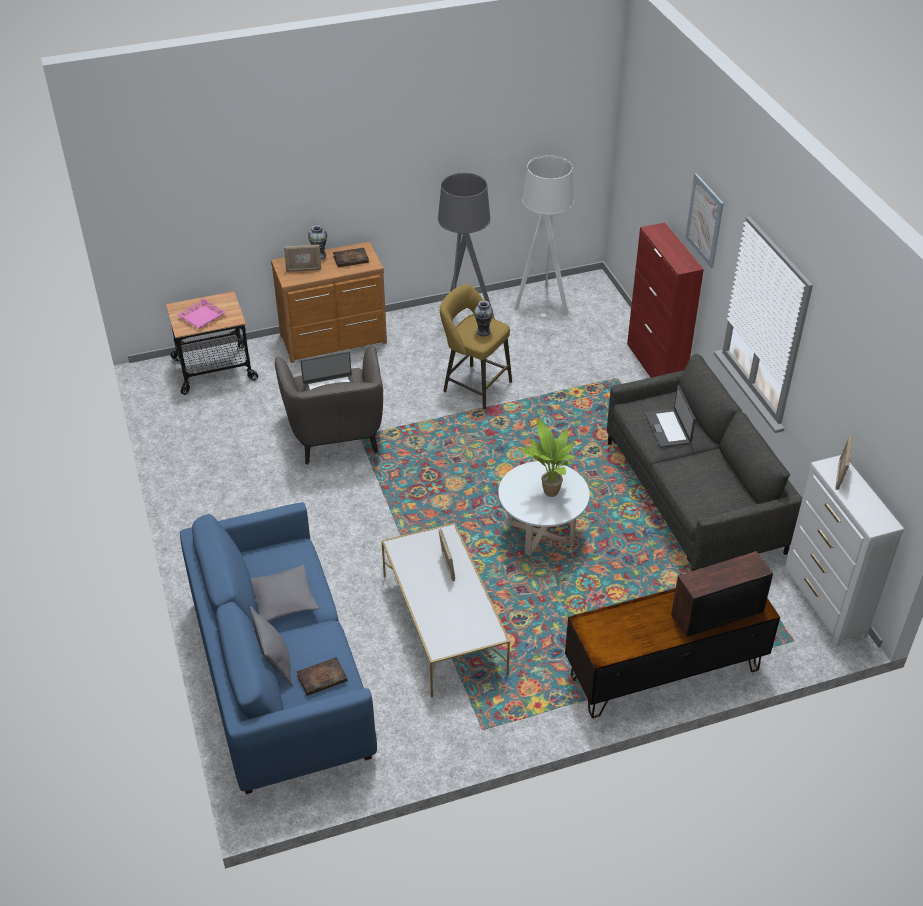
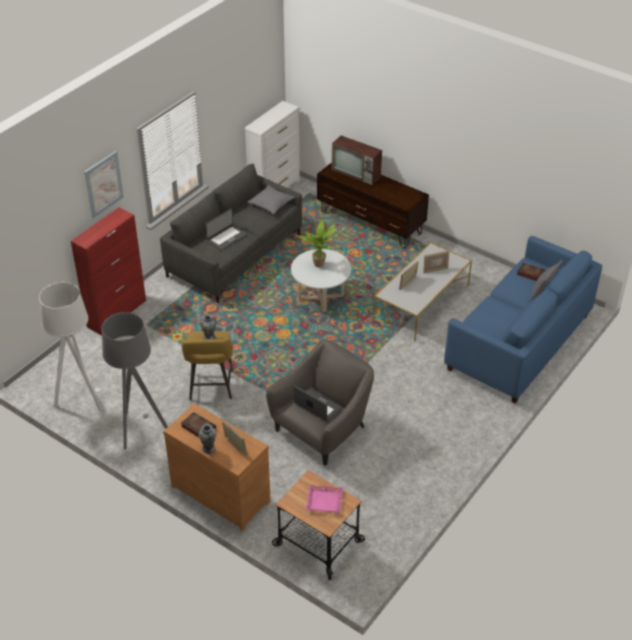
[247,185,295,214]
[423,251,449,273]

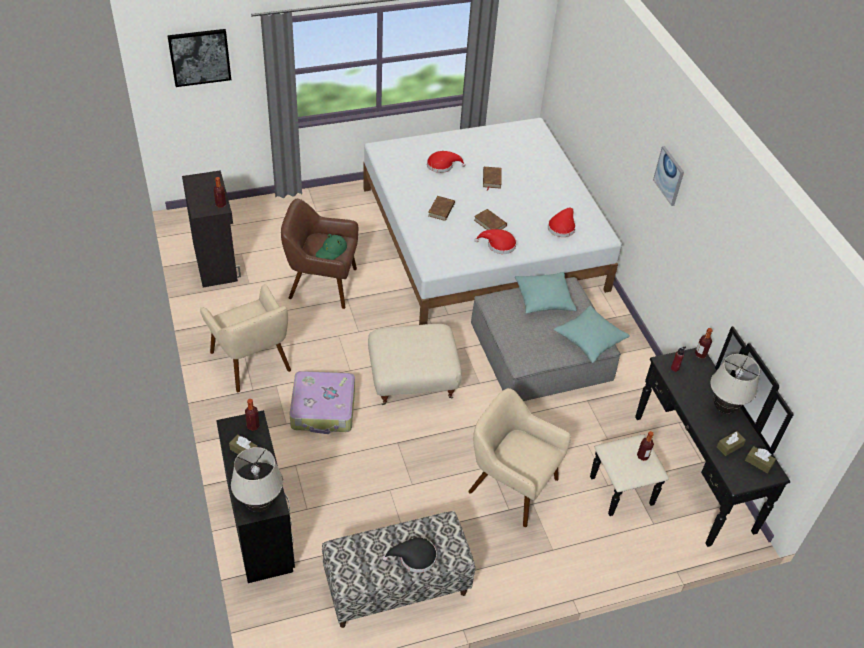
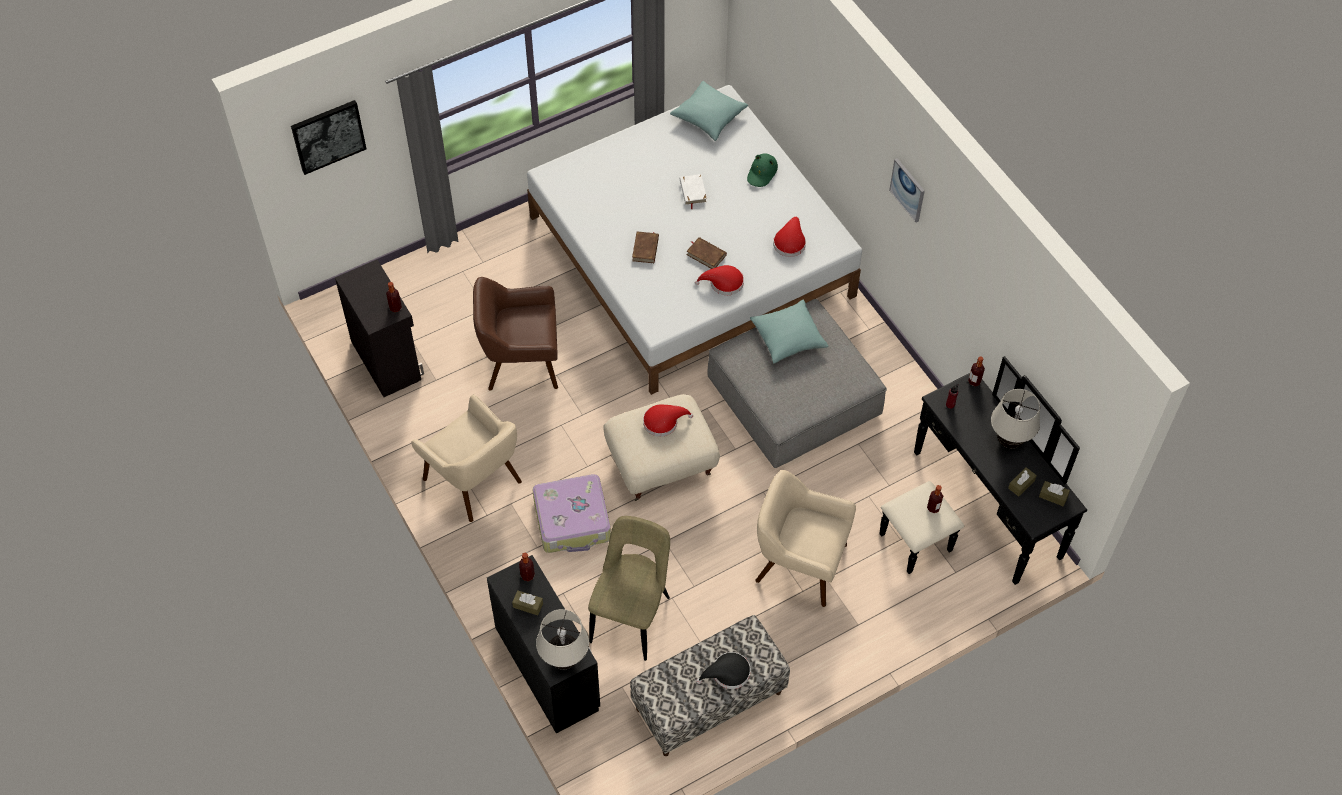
[588,516,670,661]
[643,405,693,437]
[670,81,748,141]
[680,174,707,209]
[747,153,778,187]

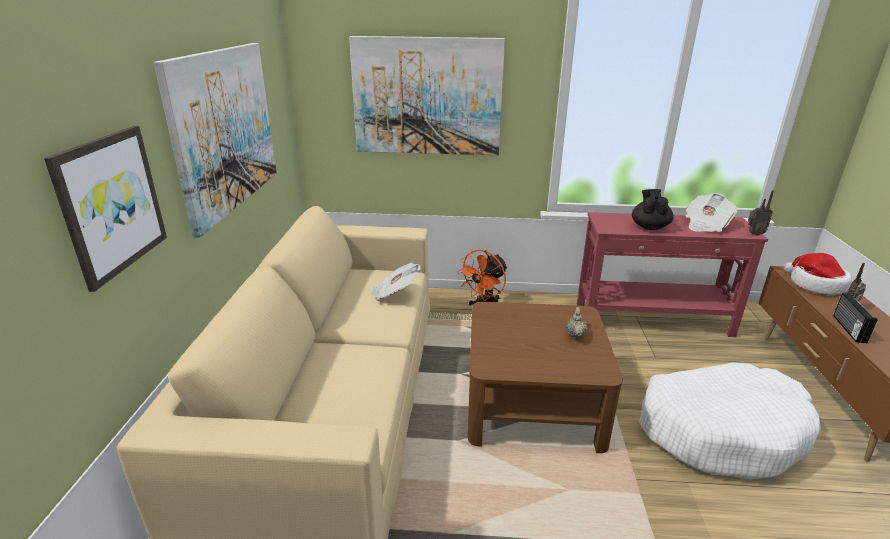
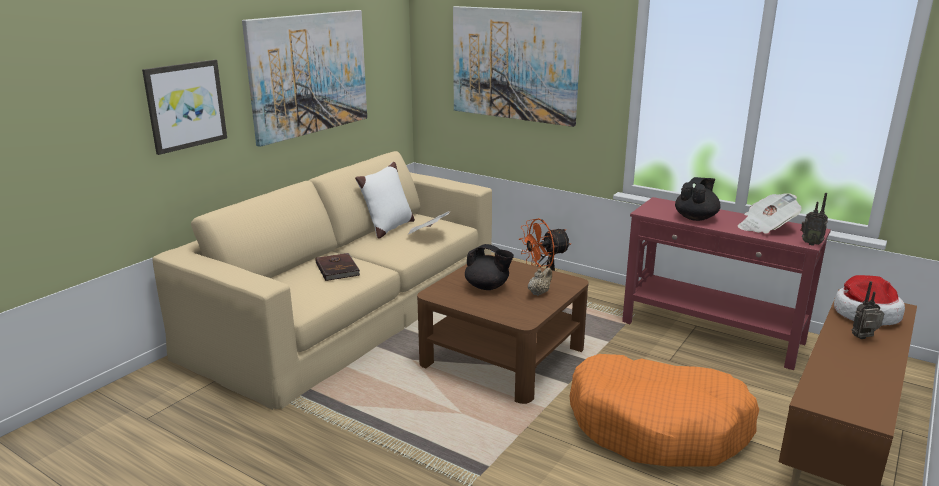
[315,253,360,281]
[355,162,415,239]
[465,244,514,290]
[570,354,759,467]
[833,293,878,343] (first image)

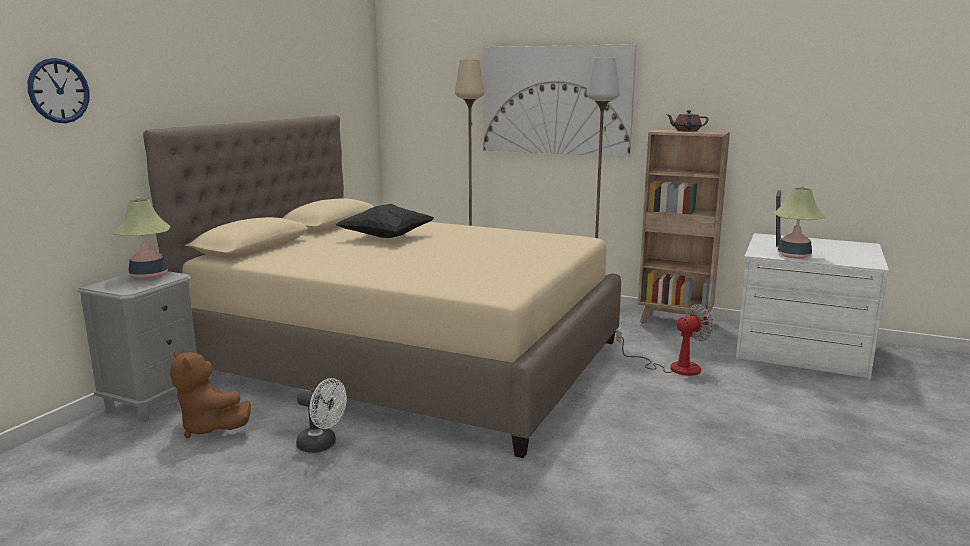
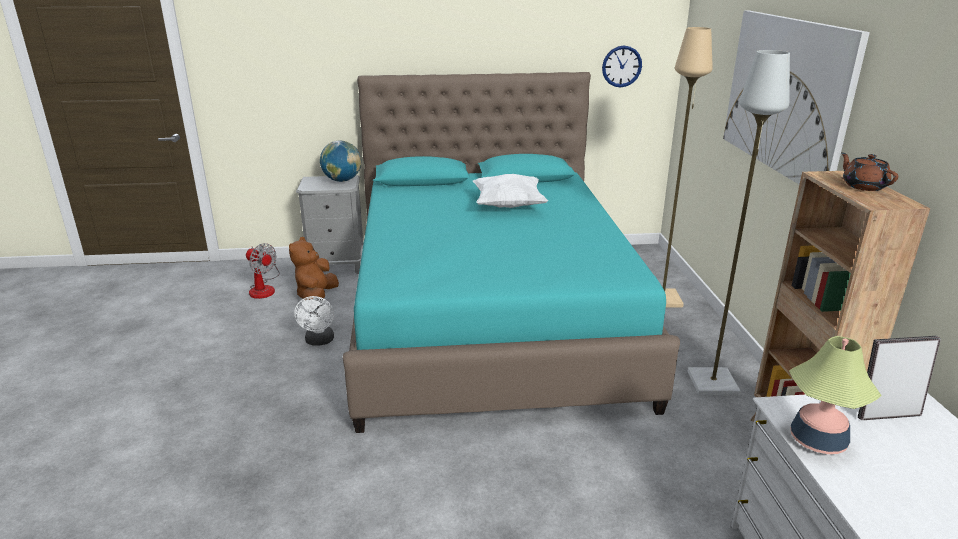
[246,243,280,299]
[320,141,361,182]
[343,72,680,433]
[473,174,548,208]
[602,46,642,88]

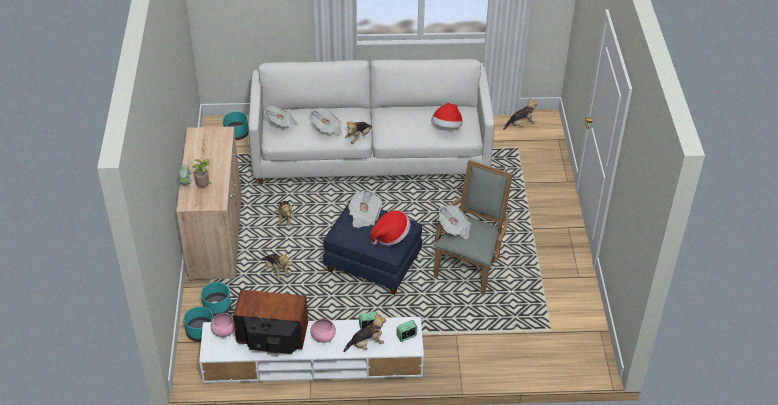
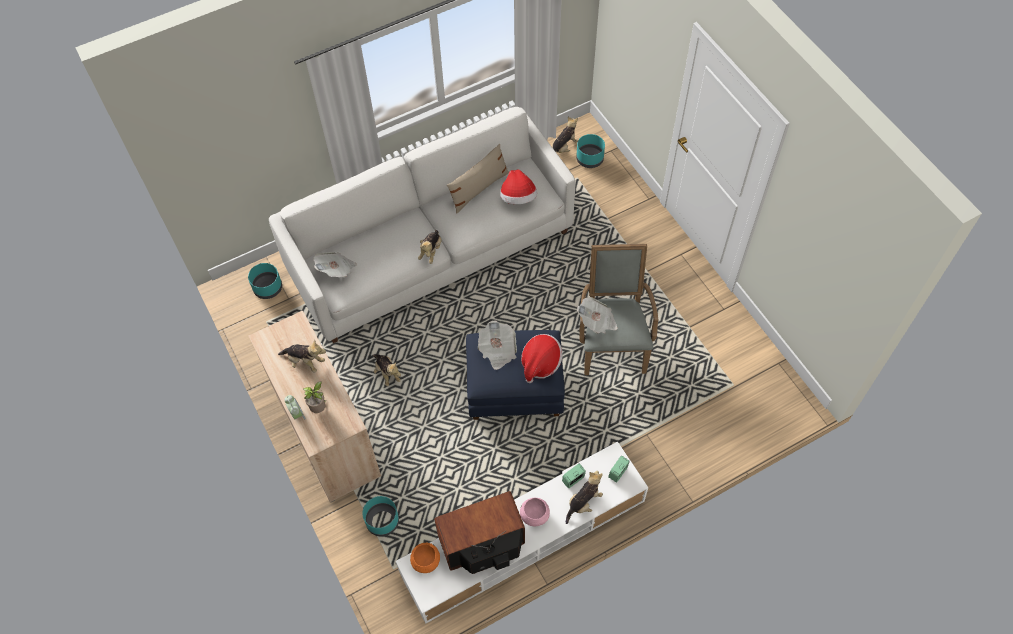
[278,340,326,373]
[410,543,440,573]
[447,144,509,213]
[576,134,605,168]
[311,108,342,136] (first image)

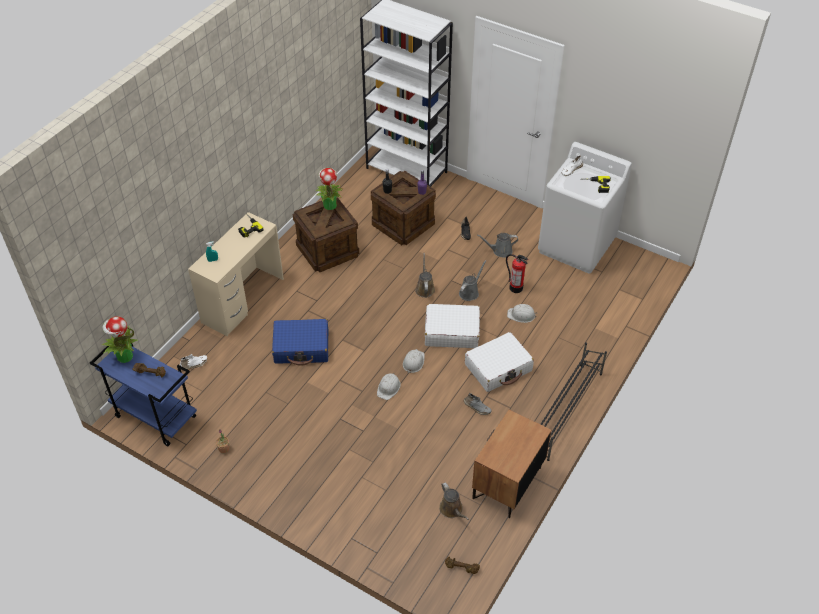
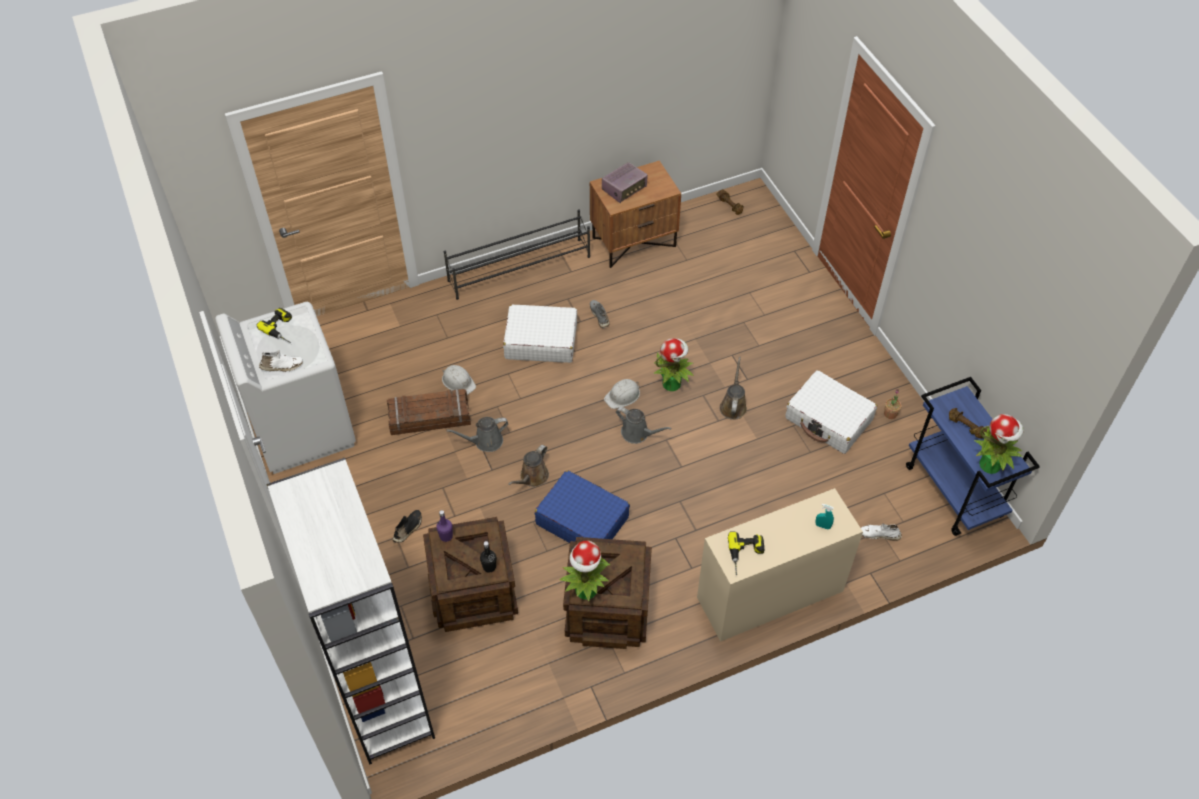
[387,389,471,435]
[535,470,630,543]
[602,162,648,203]
[616,407,672,444]
[653,338,694,391]
[719,357,747,420]
[785,370,877,454]

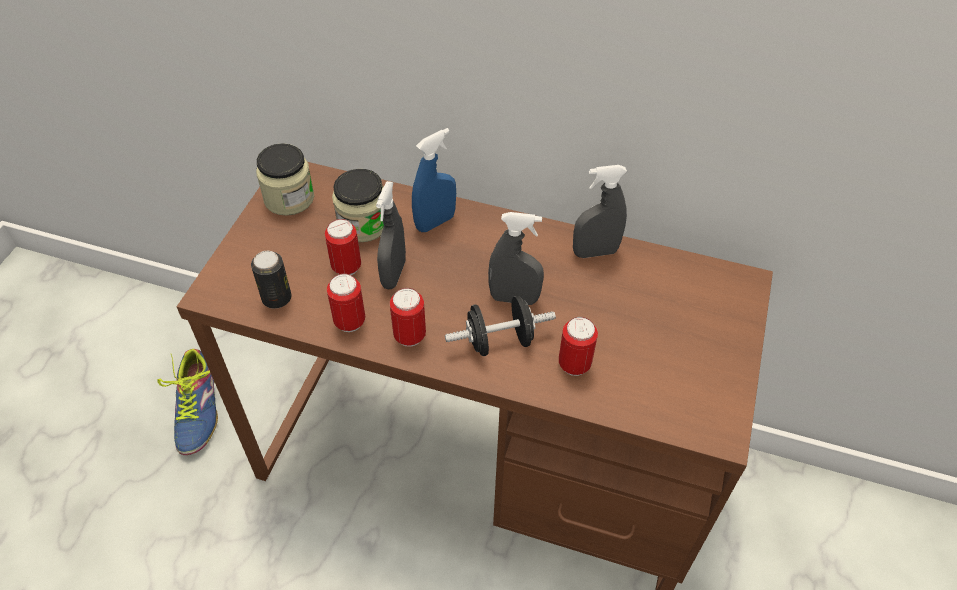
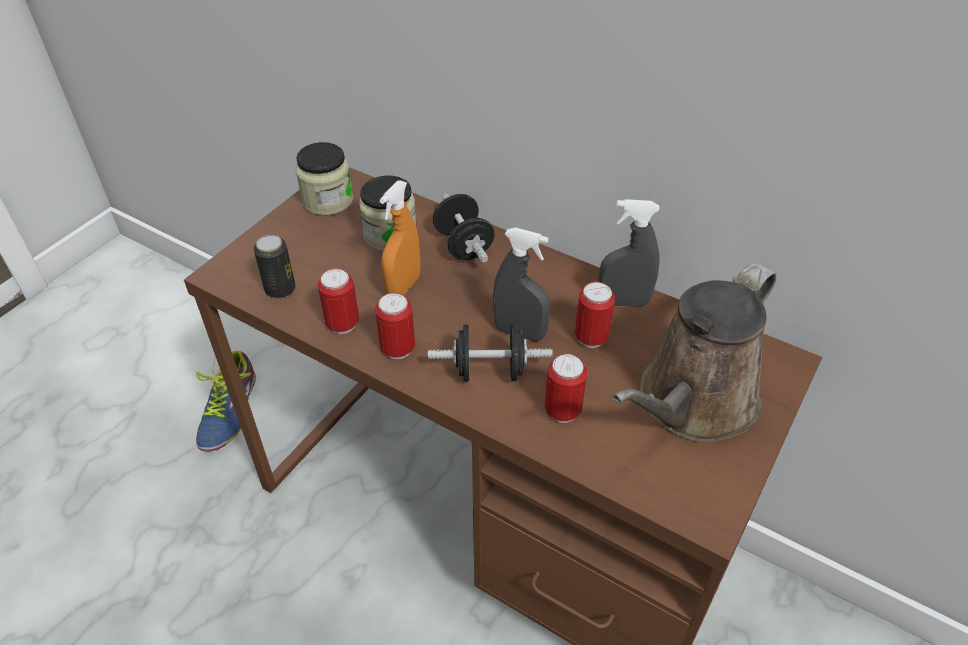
[380,181,421,295]
[433,194,495,262]
[575,282,615,348]
[612,263,777,443]

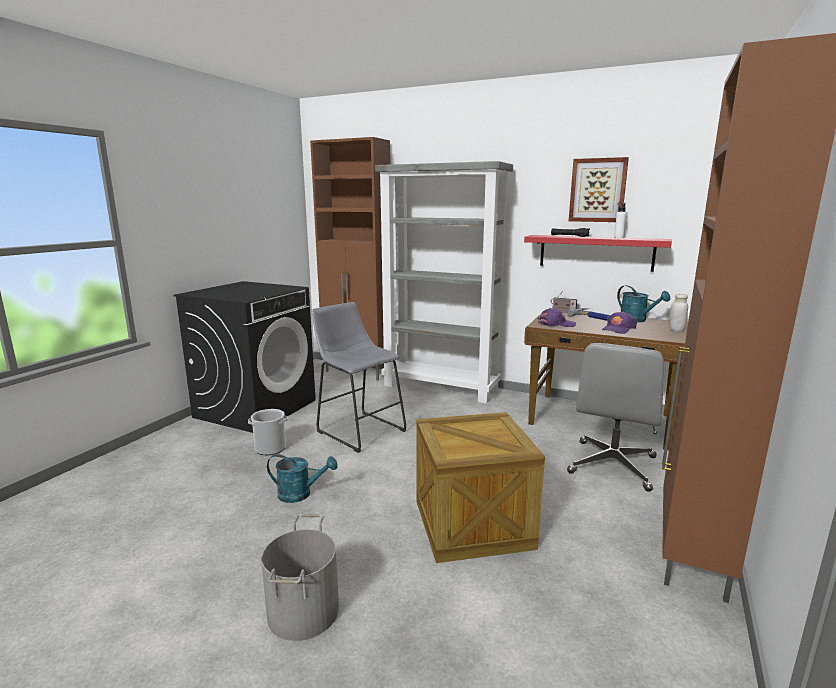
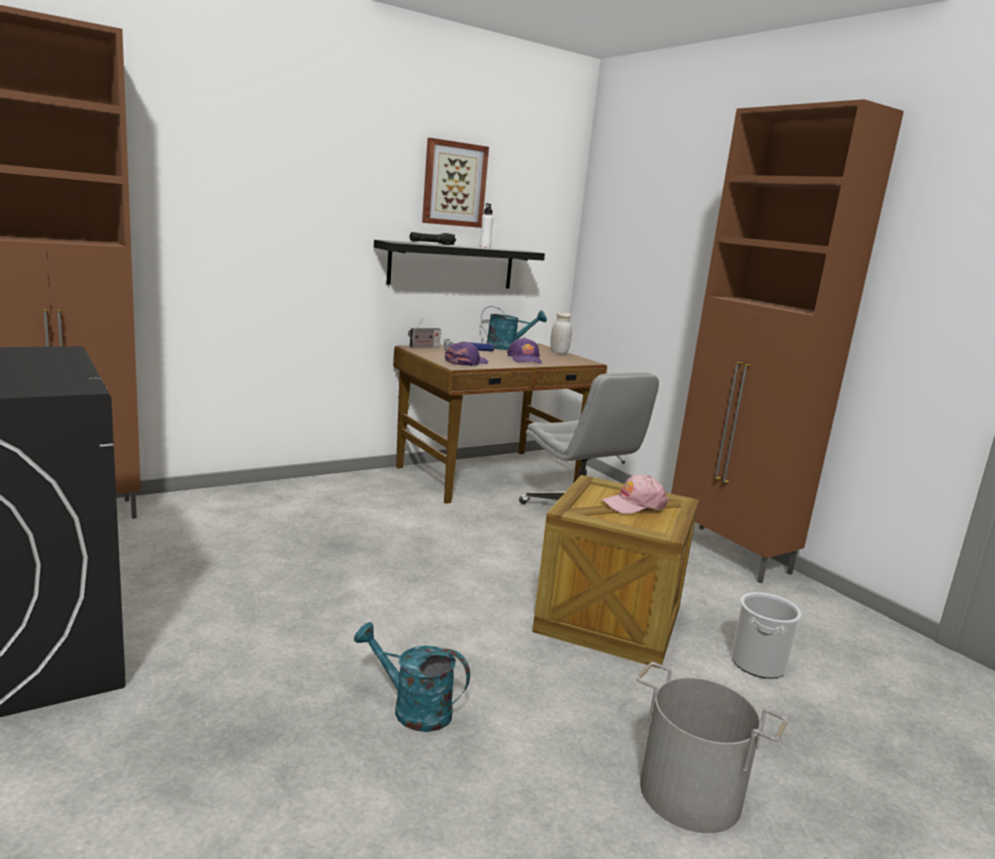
[354,622,470,732]
[374,240,545,289]
[601,475,669,514]
[731,592,802,679]
[312,302,406,453] (first image)
[375,161,513,404] (first image)

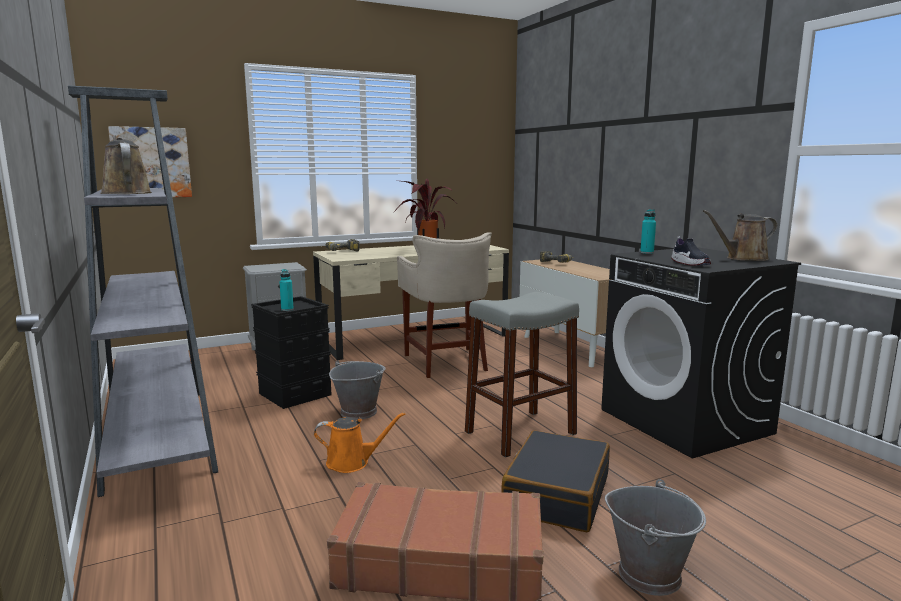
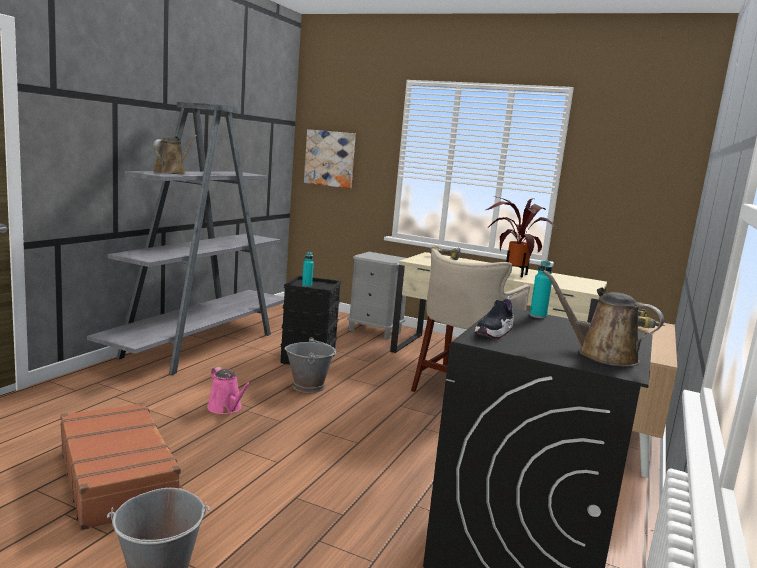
[207,367,251,414]
[465,292,579,458] (first image)
[502,430,610,532] (first image)

